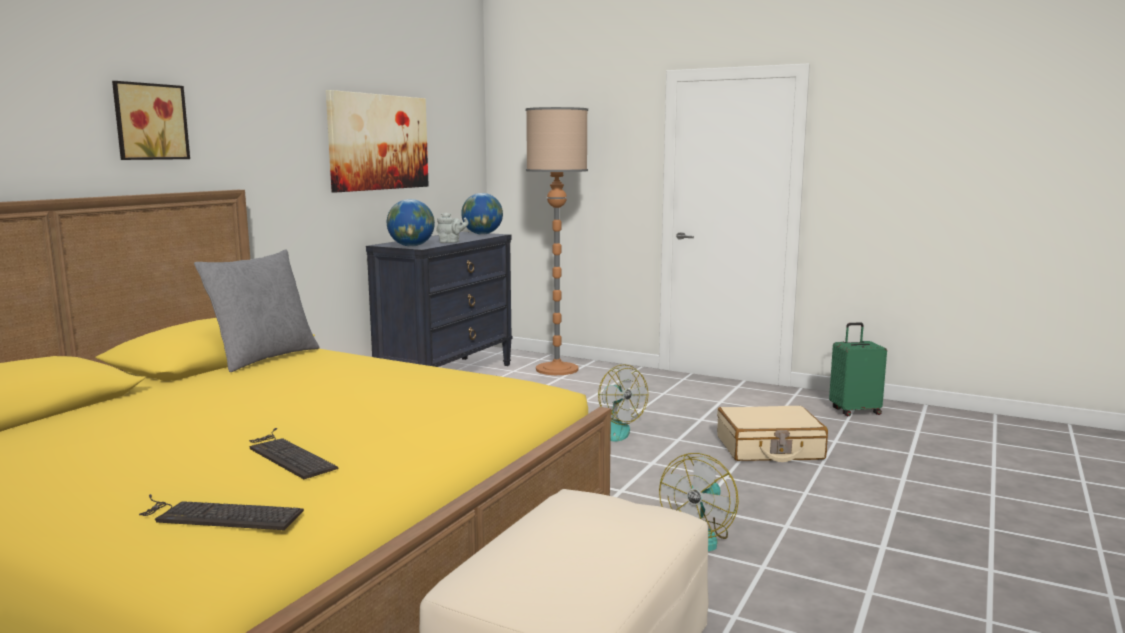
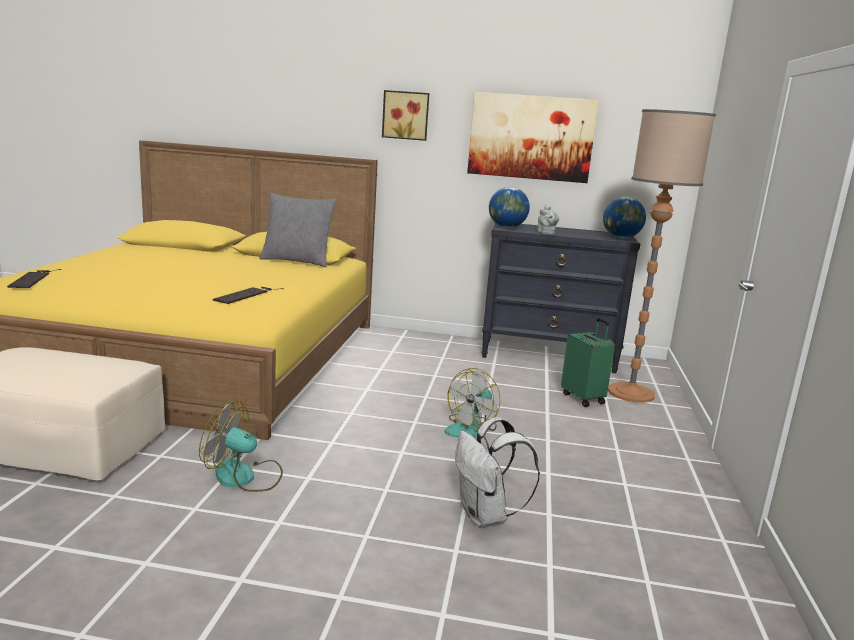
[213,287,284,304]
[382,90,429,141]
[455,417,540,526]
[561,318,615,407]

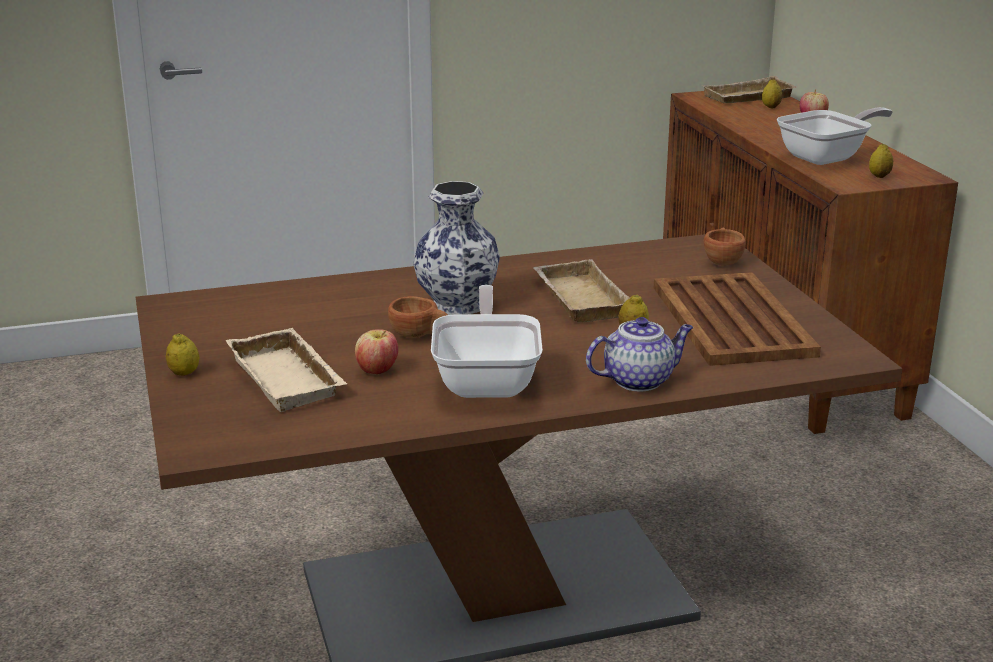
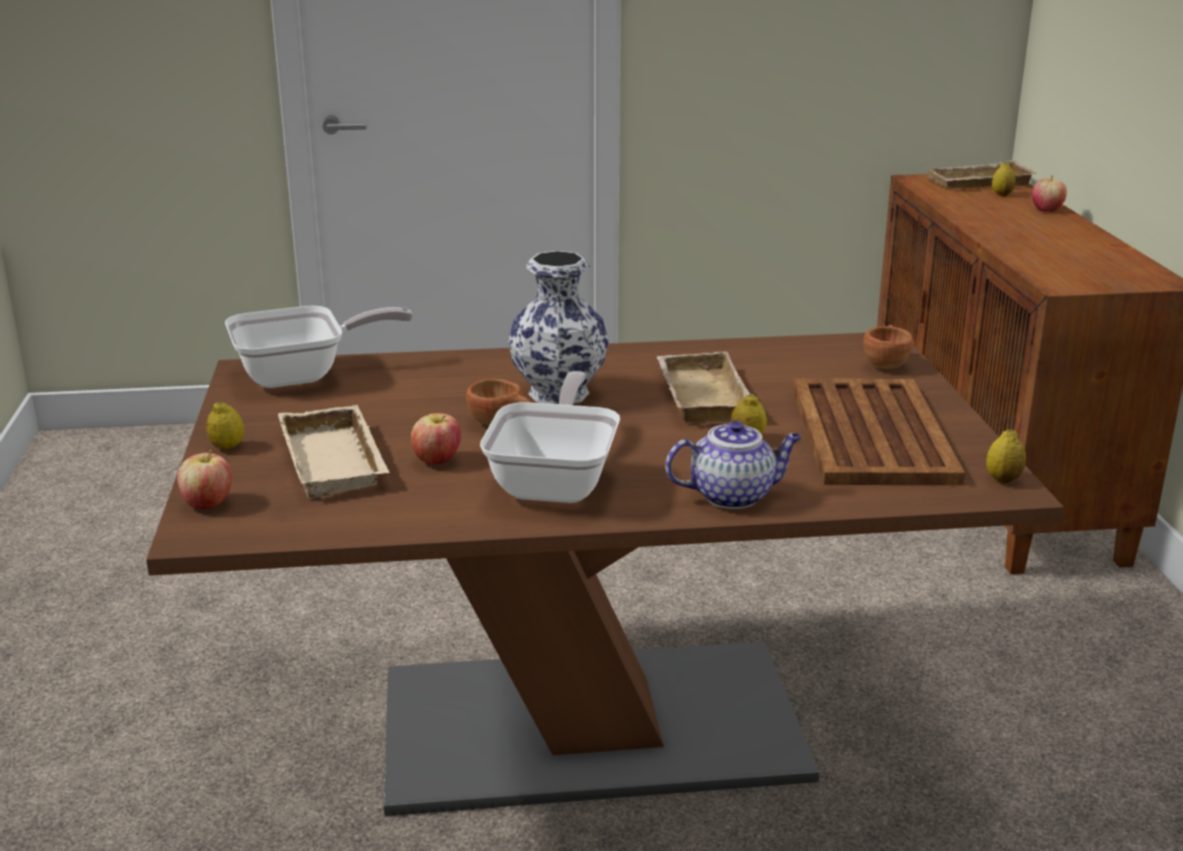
[177,450,232,509]
[225,306,413,388]
[986,429,1026,484]

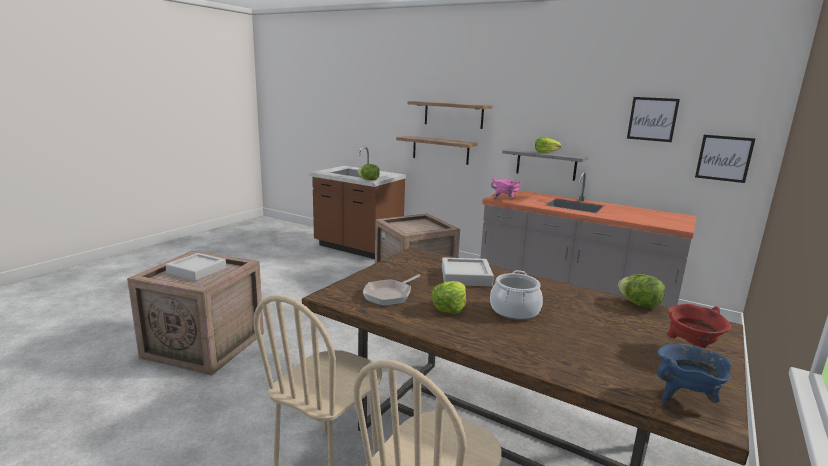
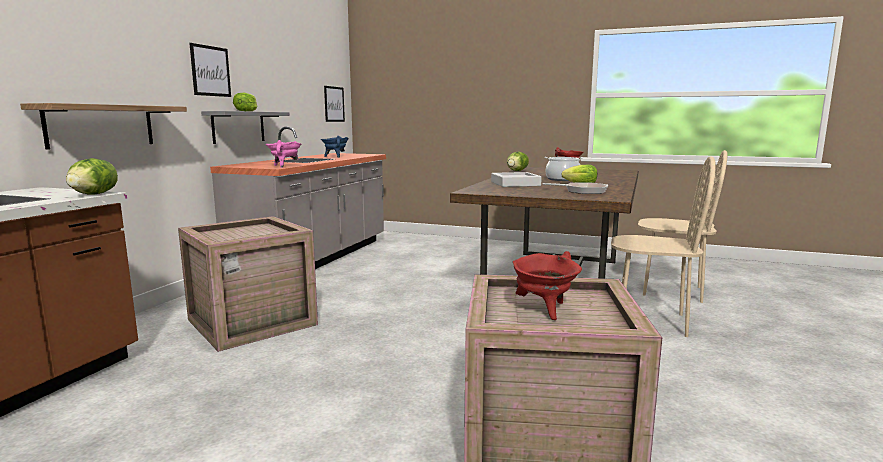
[189,43,231,97]
[321,136,349,158]
[512,251,582,320]
[408,101,493,129] (first image)

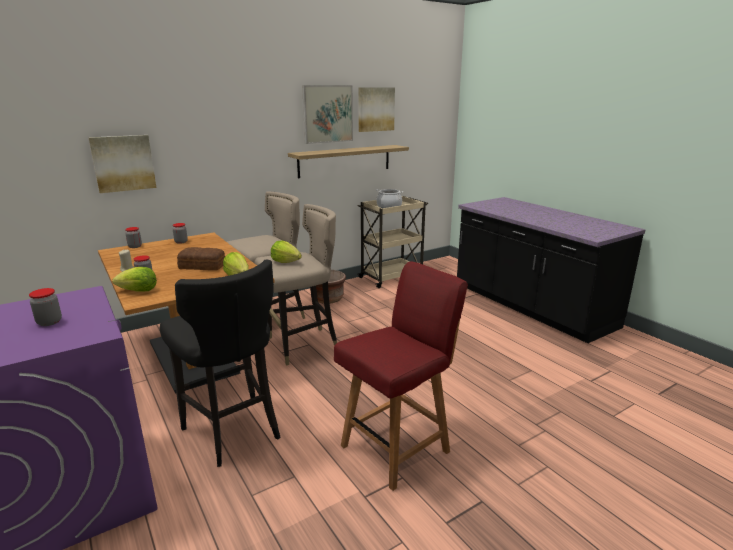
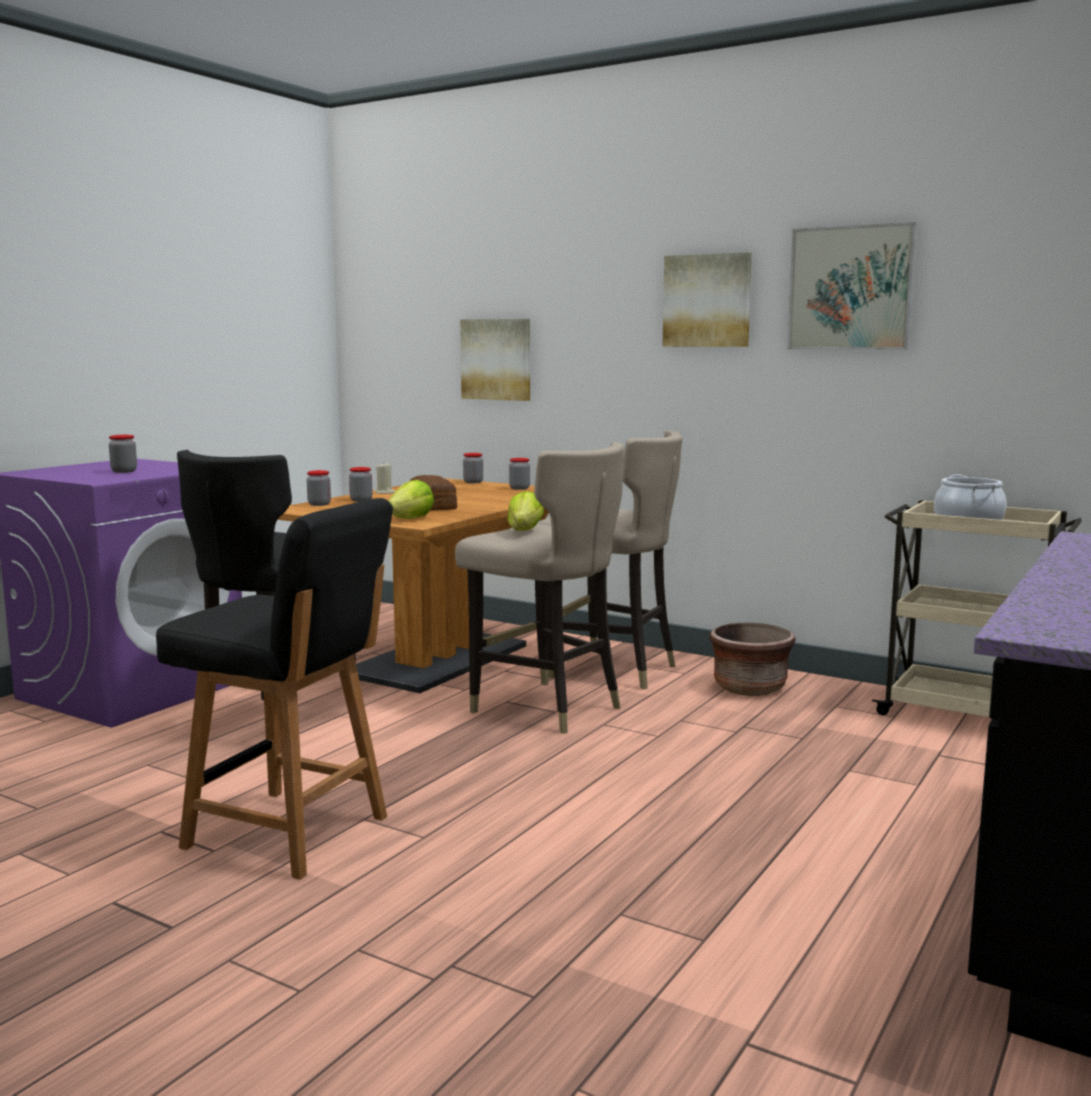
[156,498,393,880]
[307,470,331,506]
[662,252,752,347]
[288,145,409,178] (first image)

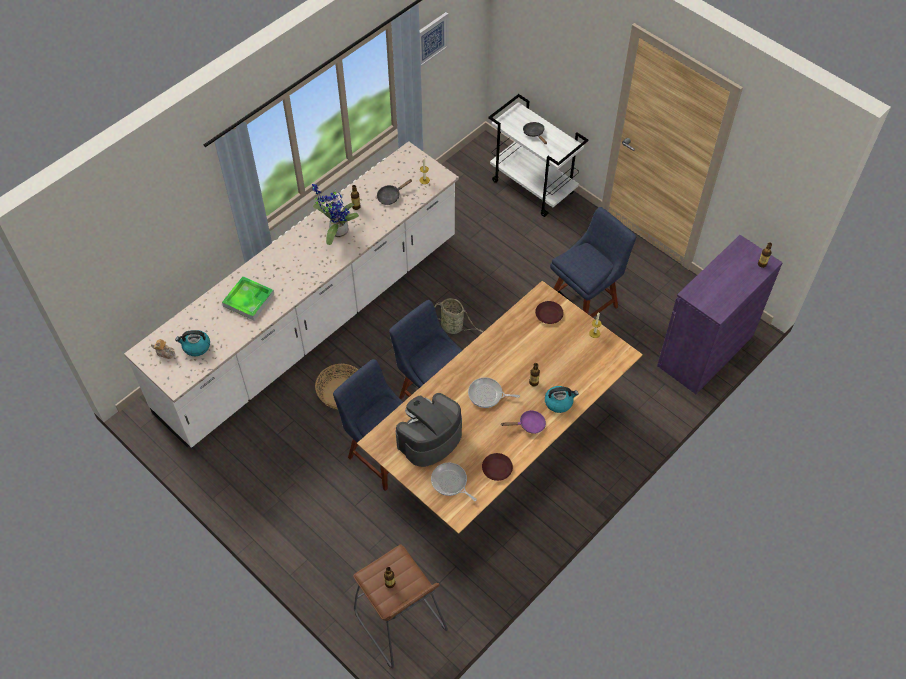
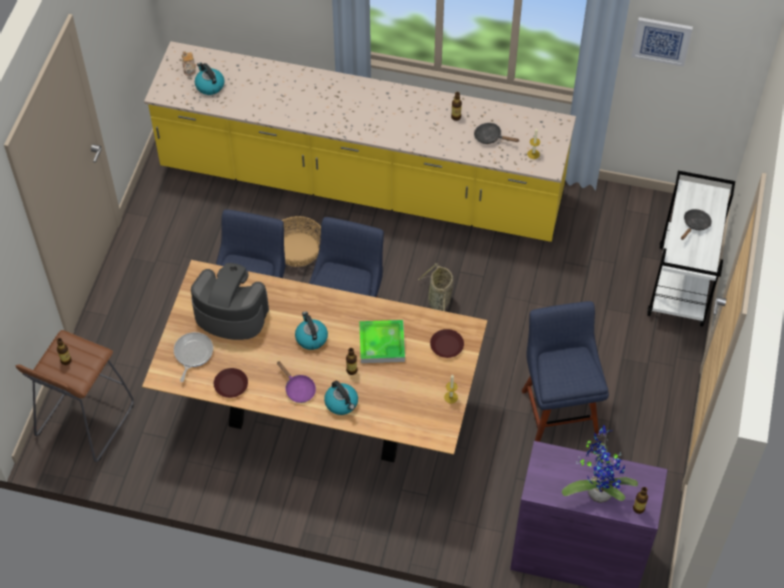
[144,41,576,242]
[295,311,328,350]
[359,320,405,363]
[522,301,609,442]
[562,425,638,503]

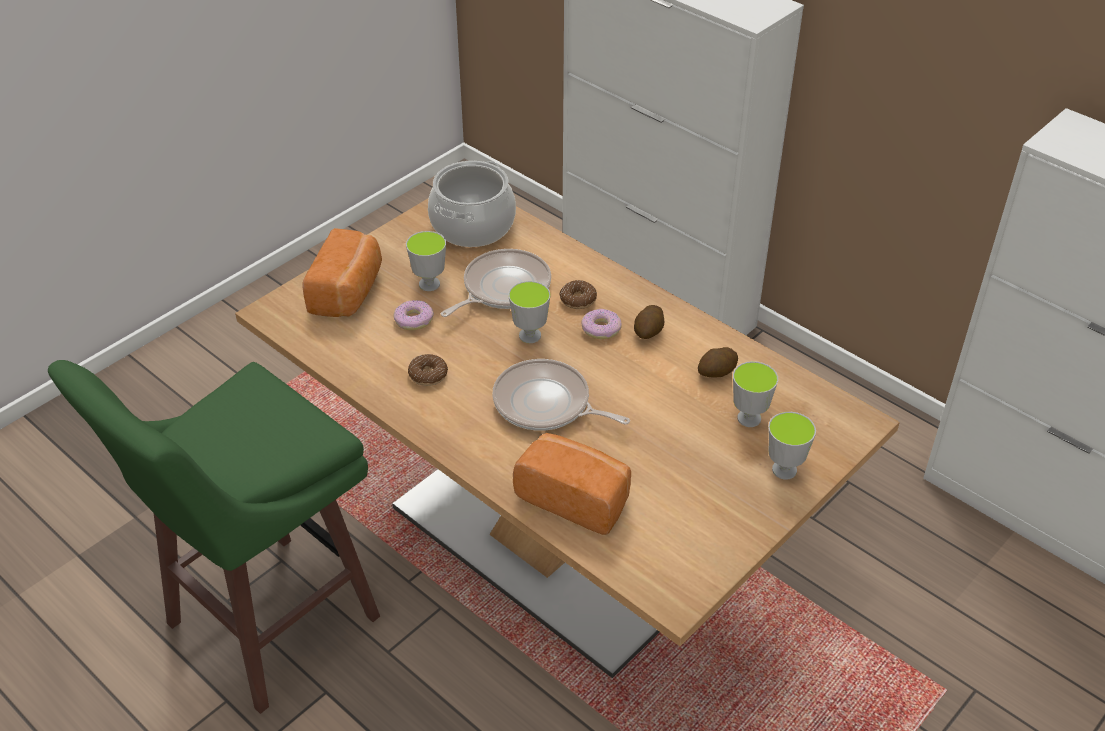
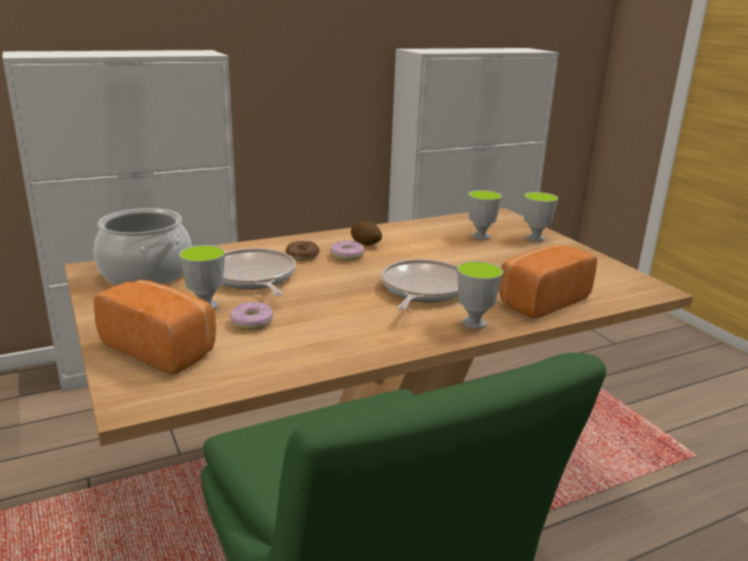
[382,259,458,310]
[457,261,503,329]
[408,354,448,386] (first image)
[698,347,738,377] (first image)

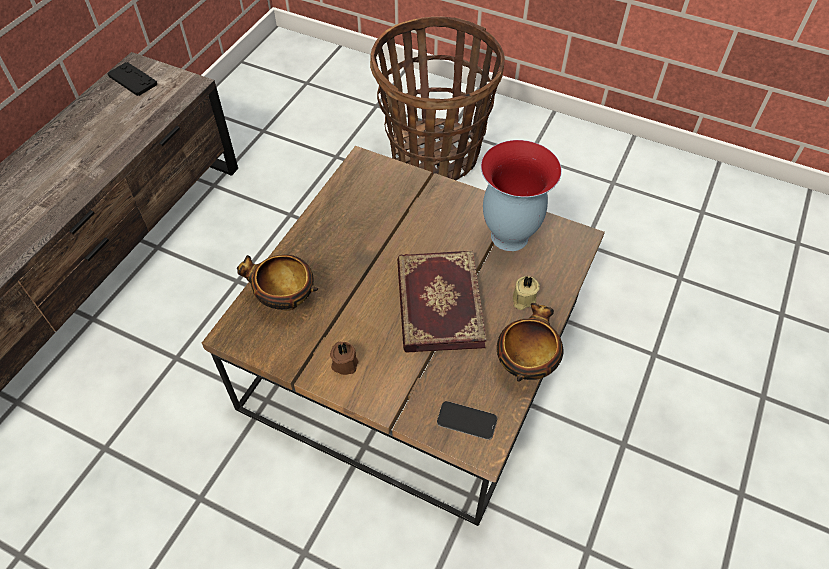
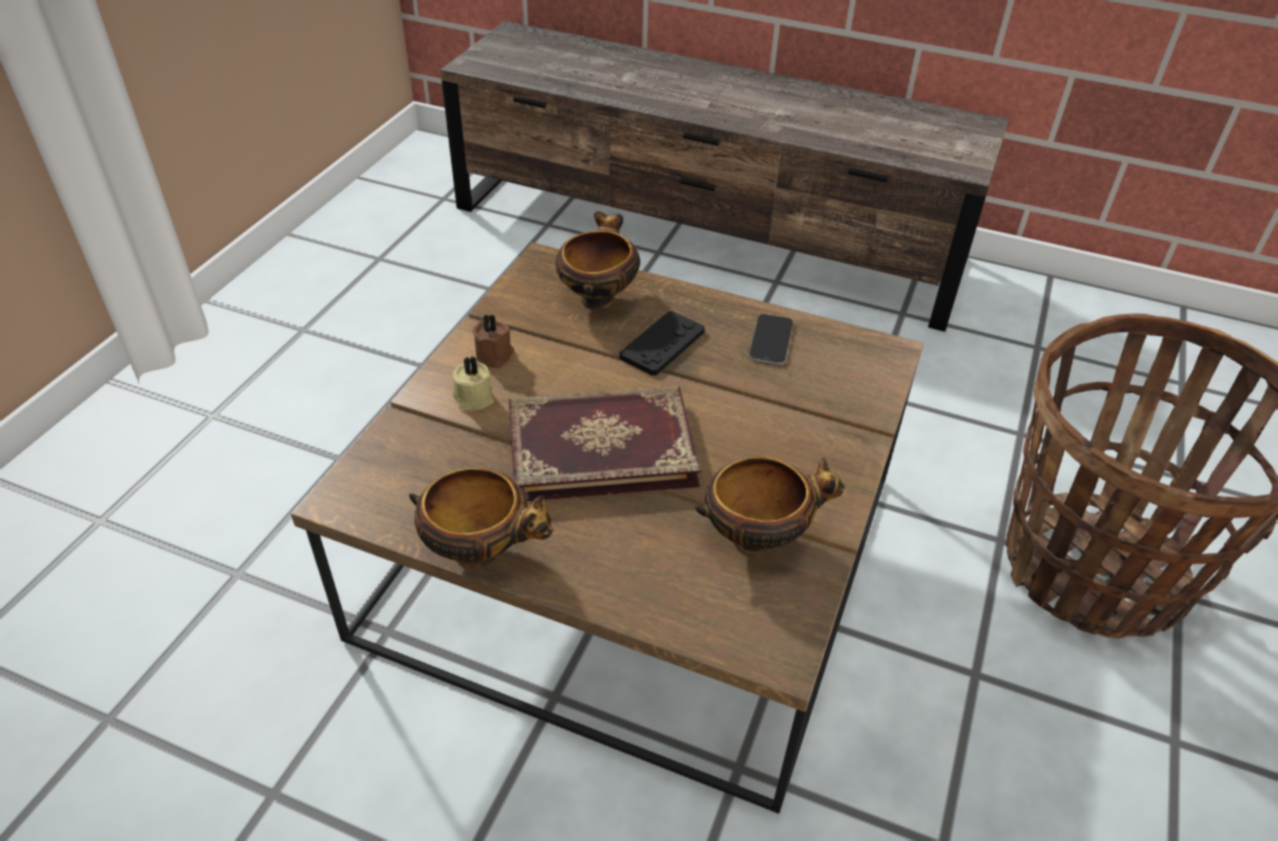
[452,356,494,410]
[619,311,705,376]
[695,457,845,556]
[749,314,793,365]

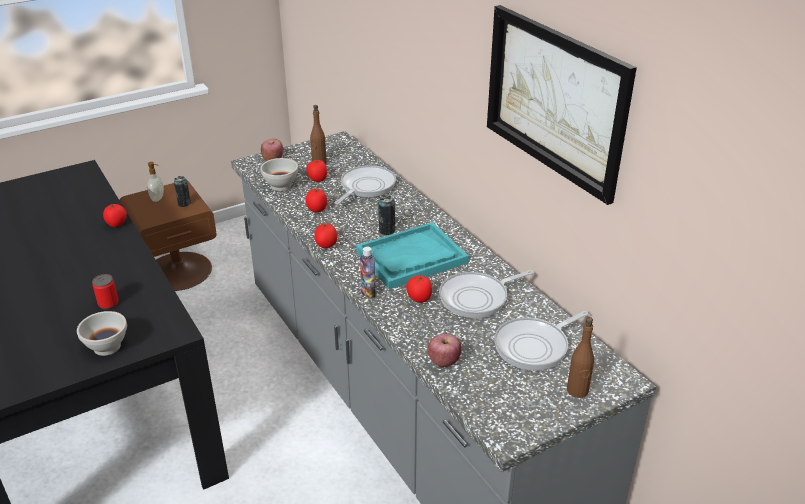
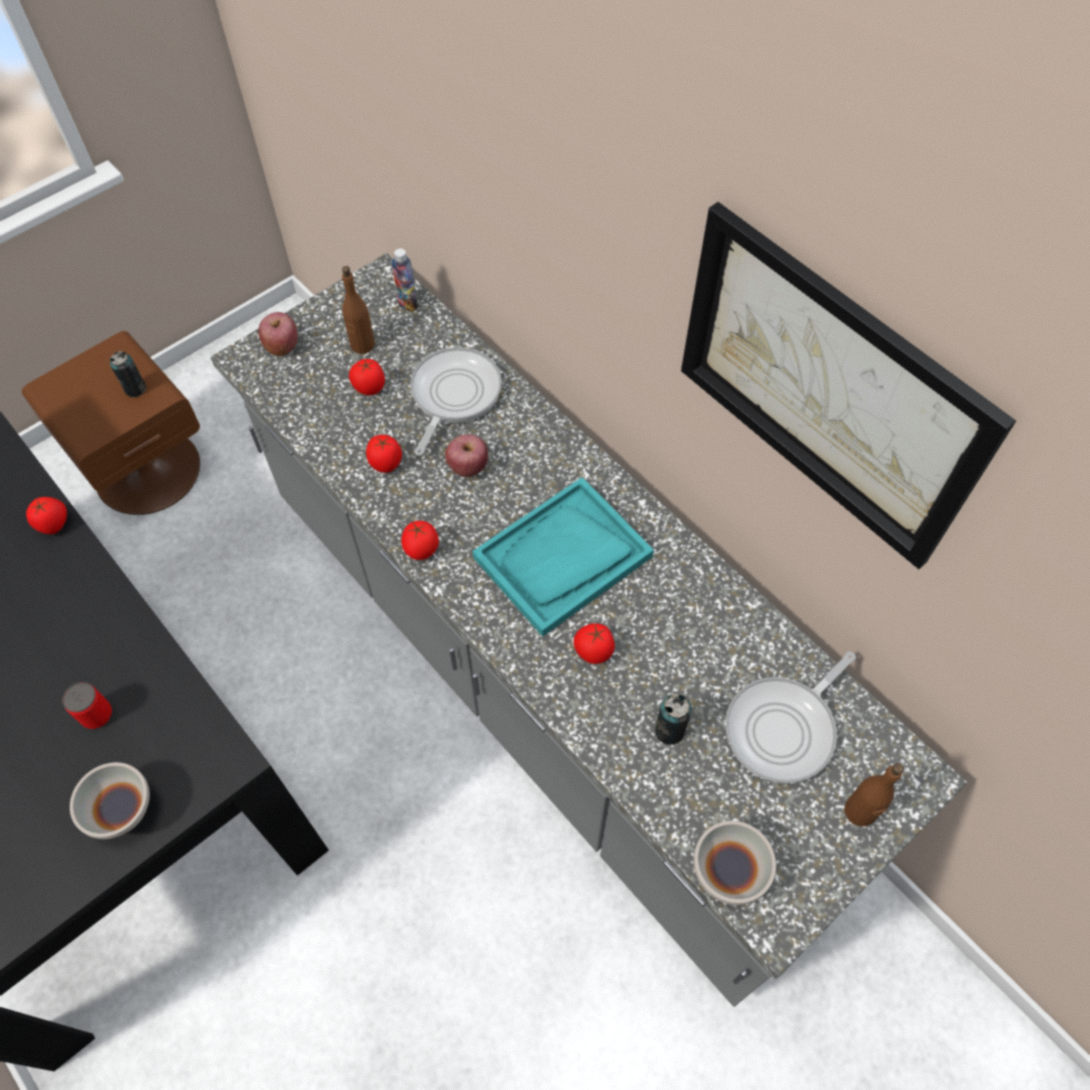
[391,248,418,312]
[445,434,488,477]
[655,694,692,745]
[693,821,776,905]
[147,162,164,202] (first image)
[439,270,533,318] (first image)

